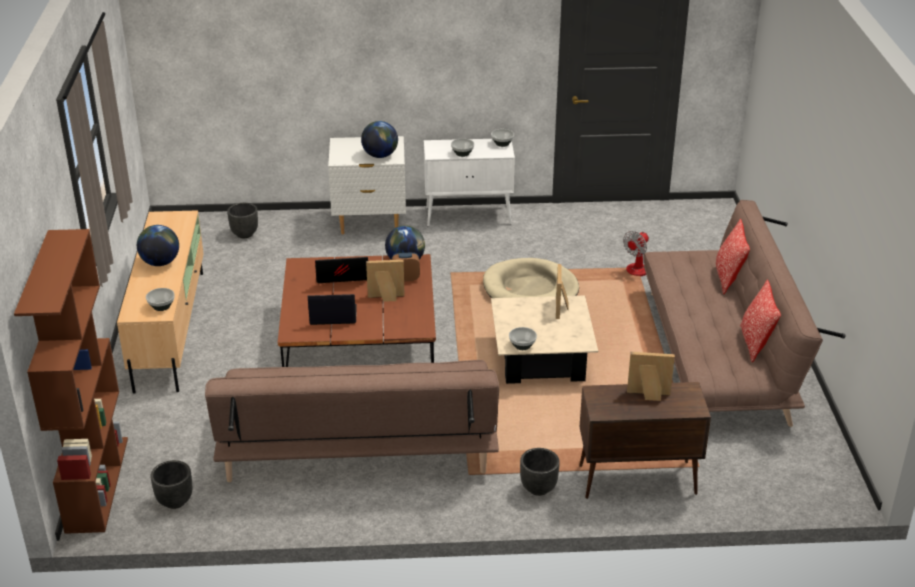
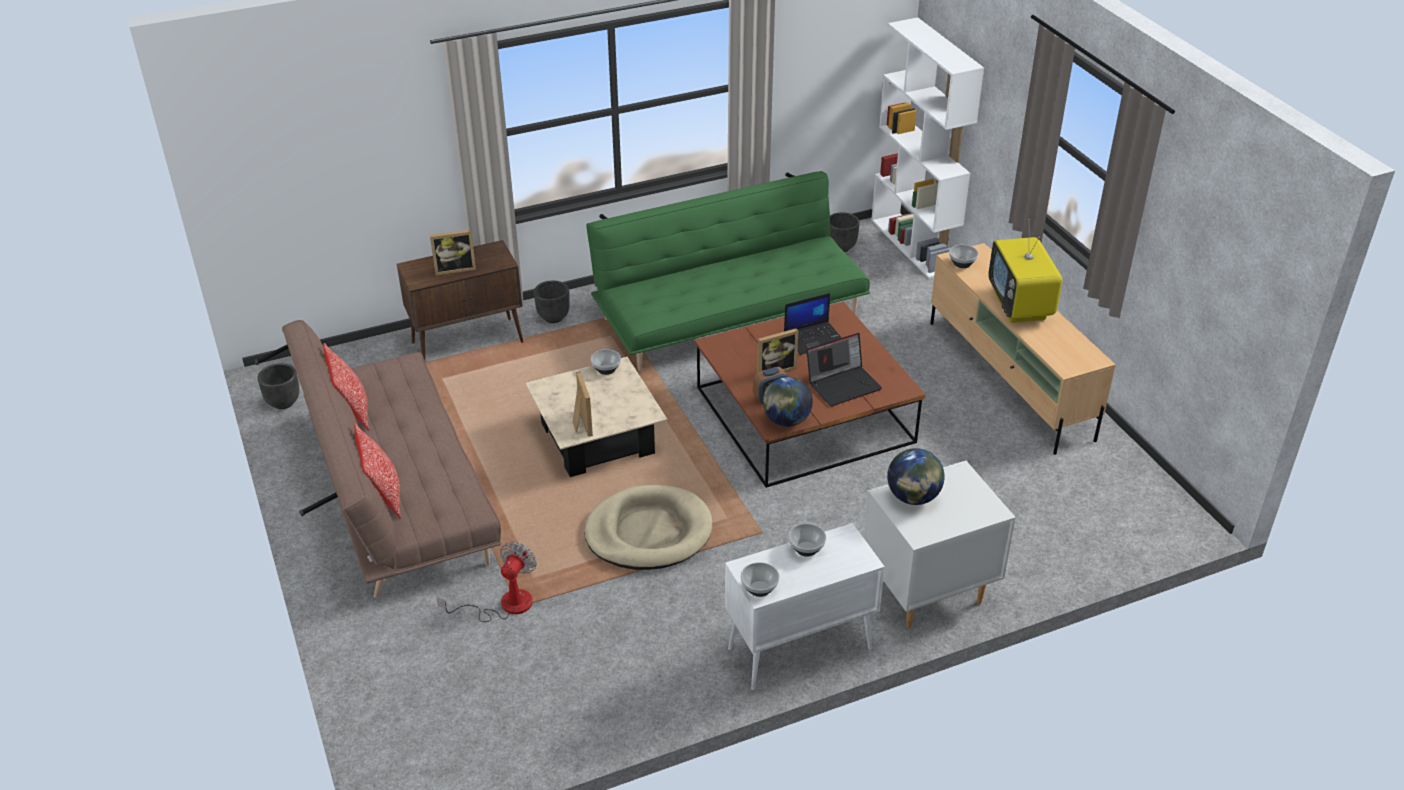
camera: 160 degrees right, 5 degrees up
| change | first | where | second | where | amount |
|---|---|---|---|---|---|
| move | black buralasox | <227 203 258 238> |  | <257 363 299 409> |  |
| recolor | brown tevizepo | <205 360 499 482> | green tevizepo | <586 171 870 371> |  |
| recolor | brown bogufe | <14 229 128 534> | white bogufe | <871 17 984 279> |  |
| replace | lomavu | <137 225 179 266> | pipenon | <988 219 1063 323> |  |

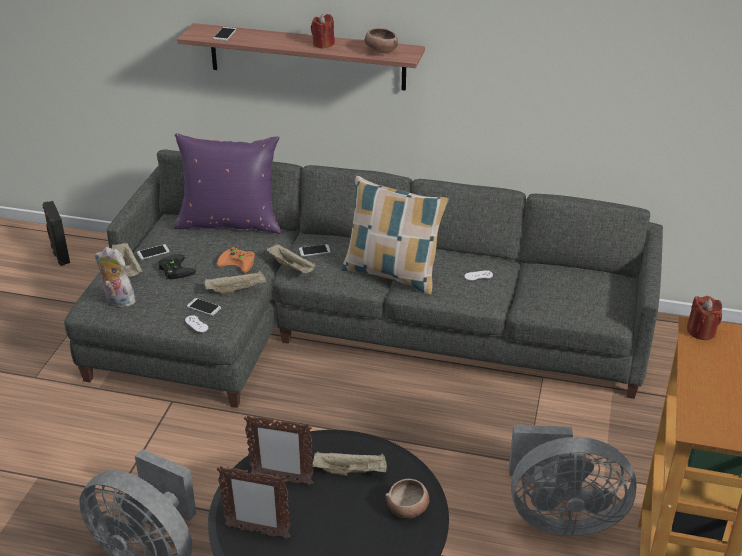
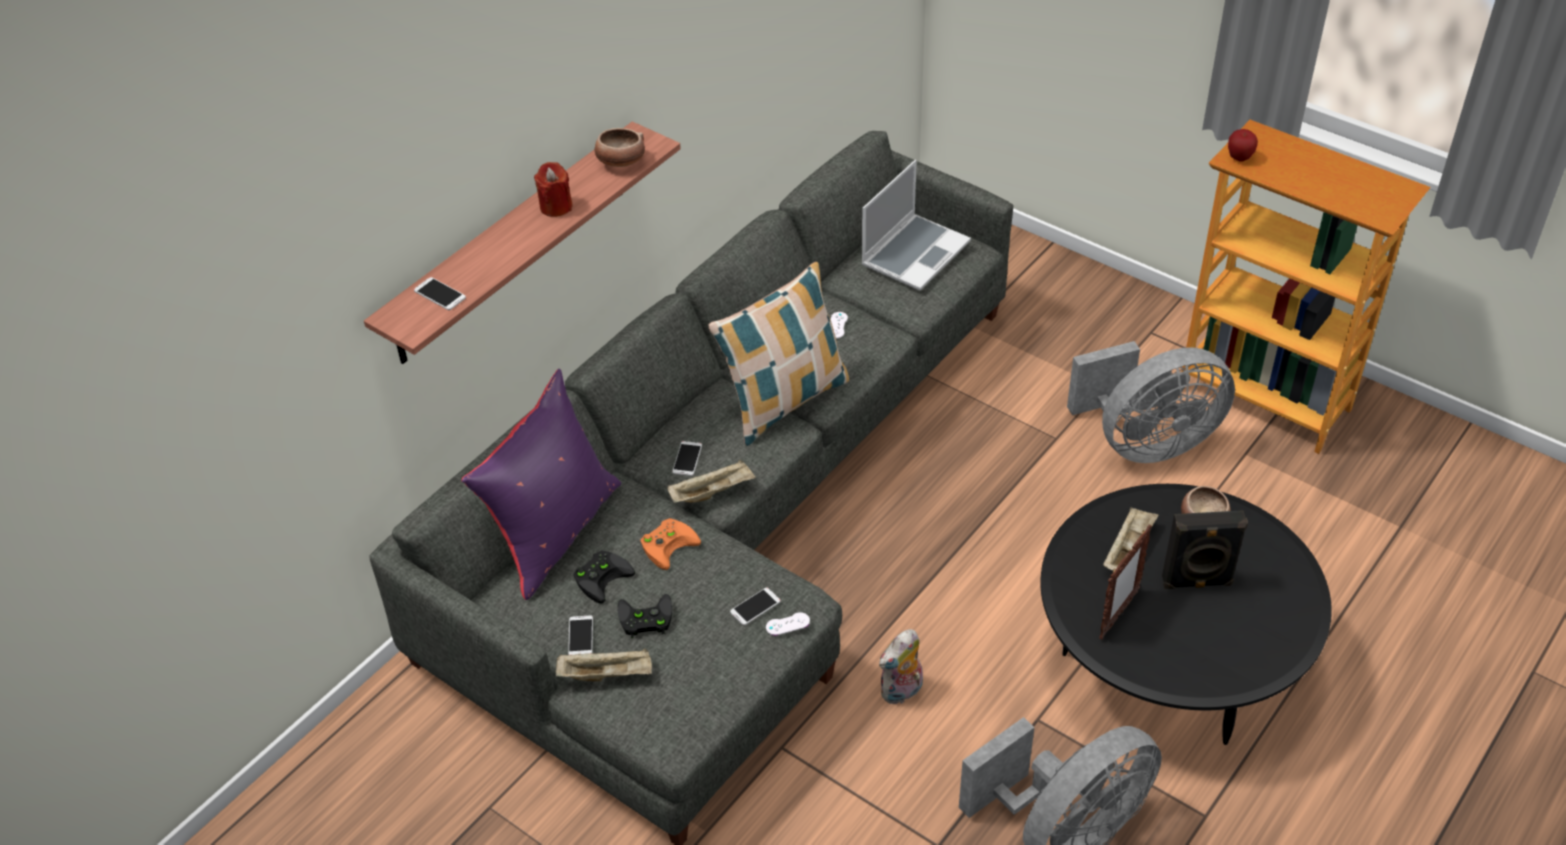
camera: 65 degrees left, 10 degrees up
| change | first | where | second | where | amount |
|---|---|---|---|---|---|
| insert |  |  | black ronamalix | <574 550 635 603> |  |
| insert |  |  | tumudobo | <861 160 971 291> |  |
| move | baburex | <95 247 136 307> |  | <879 629 923 704> |  |
| rotate | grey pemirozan | <509 425 637 536> |  | <1067 341 1235 463> | 45 degrees clockwise |
| move | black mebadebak | <42 201 70 266> |  | <1162 510 1248 589> |  |
| replace | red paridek | <687 296 722 340> | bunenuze | <1228 129 1258 162> |  |
| delete | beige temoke | <205 271 267 294> |  |  |  |
| delete | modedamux | <217 466 291 539> |  |  |  |

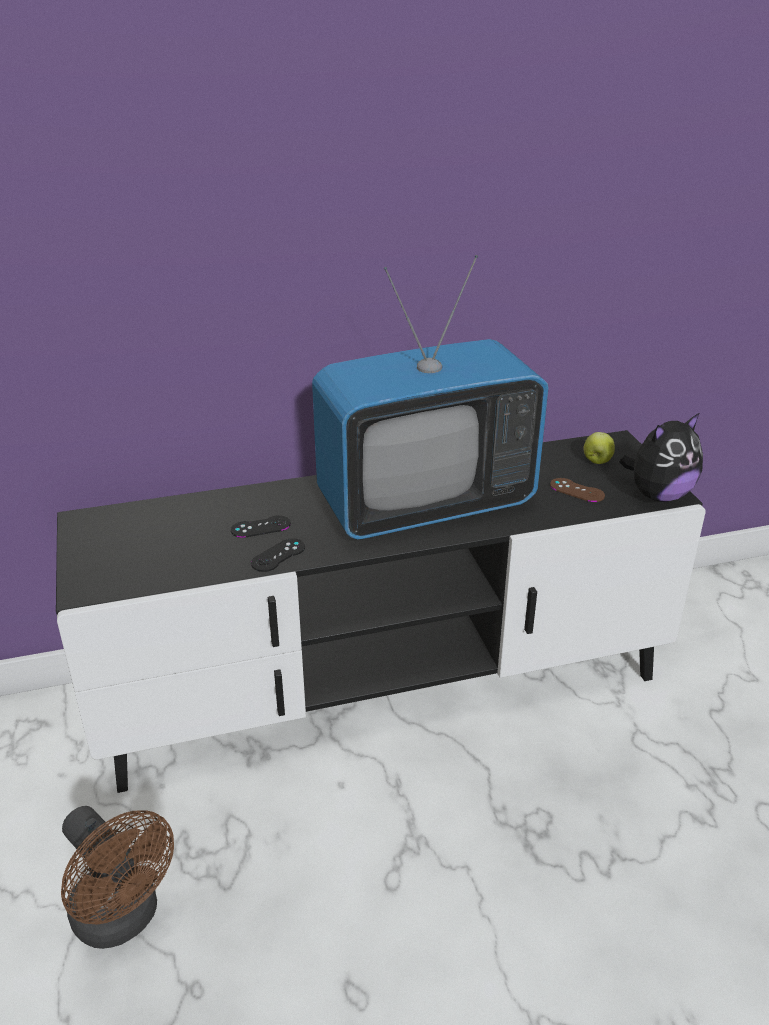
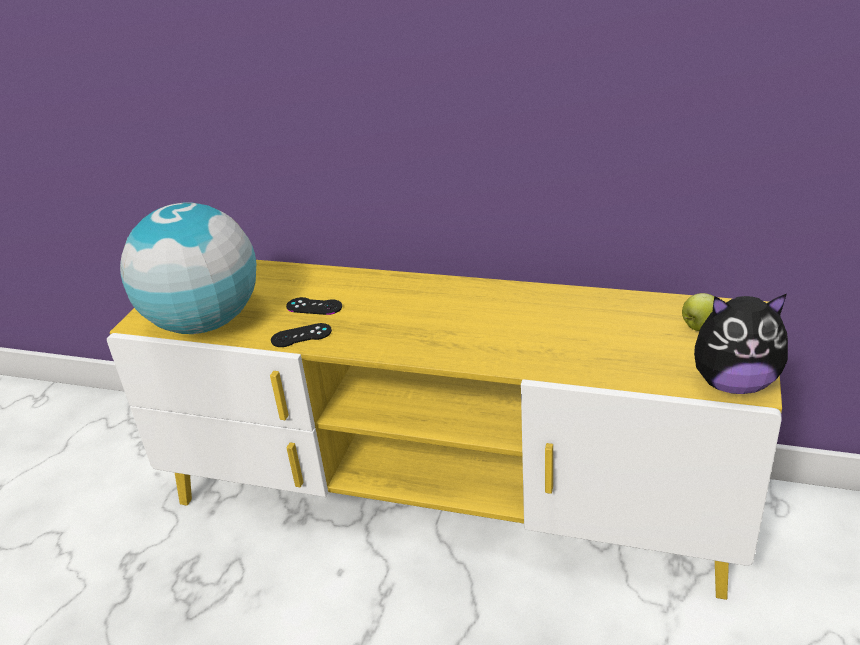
camera: 35 degrees right, 0 degrees up
| change | first | where | second | where | amount |
|---|---|---|---|---|---|
| recolor | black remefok | <56 430 706 793> | yellow remefok | <107 260 782 600> |  |
| insert |  |  | lomavu | <120 203 256 334> |  |
| delete | brown pemirozan | <61 806 174 949> |  |  |  |
| delete | pipenon | <312 255 549 540> |  |  |  |
| delete | brown ronamalix | <550 478 605 502> |  |  |  |

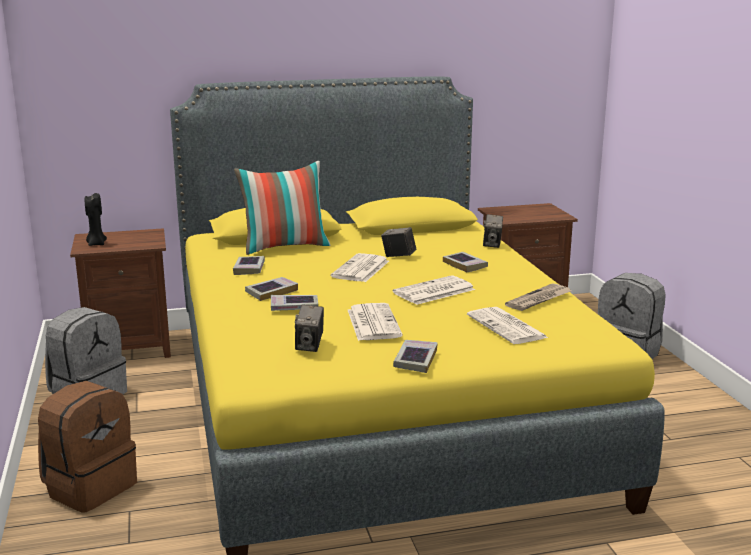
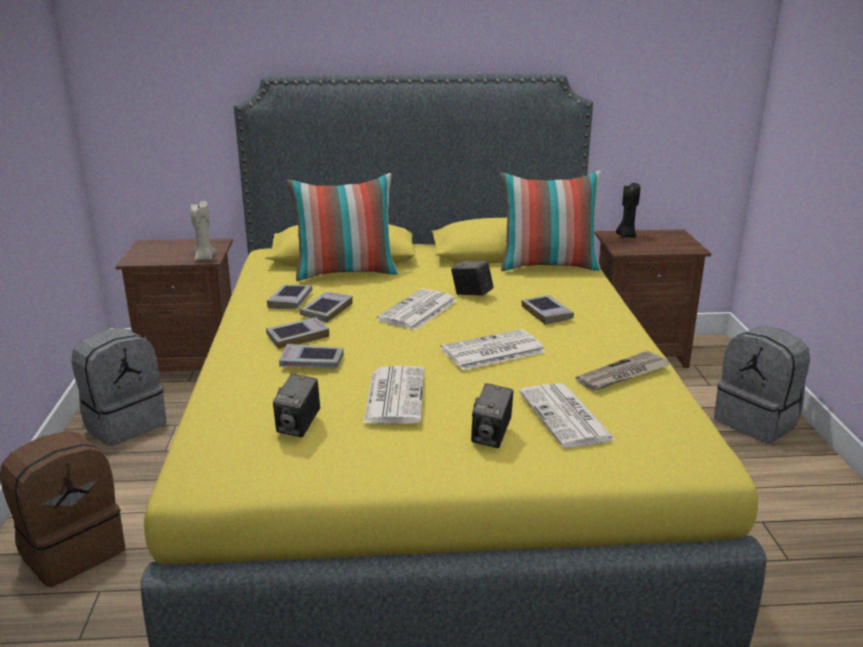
camera: 10 degrees right, 5 degrees up
| change | first | where | second | where | amount |
|---|---|---|---|---|---|
| insert |  |  | beige paridek | <190 201 216 260> |  |
| move | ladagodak | <393 340 438 373> |  | <300 292 353 322> |  |
| move | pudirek | <483 214 503 248> |  | <471 383 513 448> |  |
| insert |  |  | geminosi | <500 170 601 271> |  |
| move | black paridek | <85 193 107 246> |  | <616 183 640 238> |  |

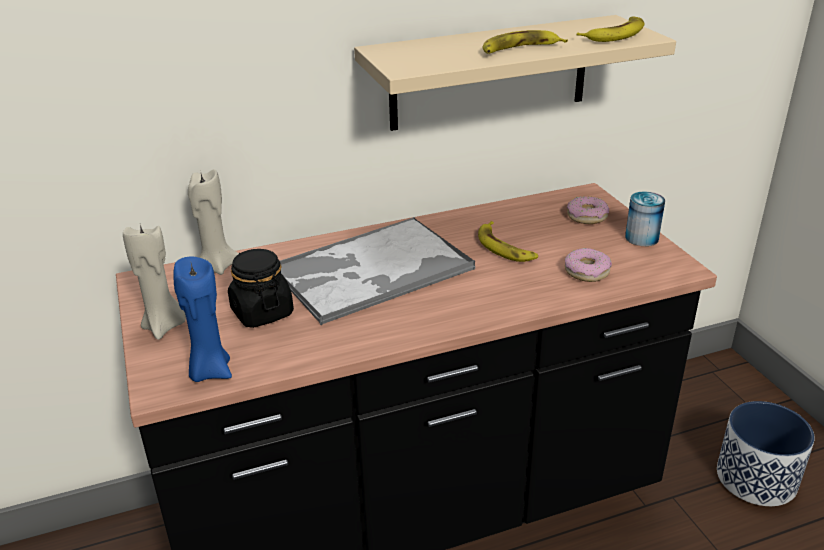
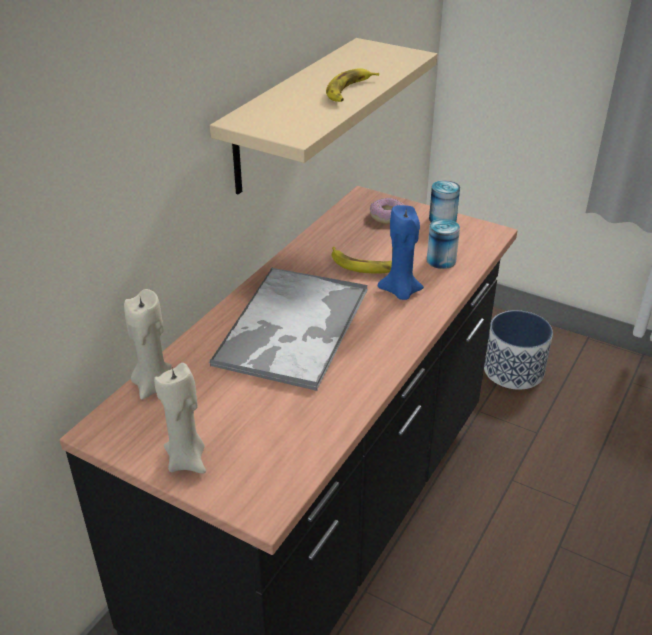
camera: 40 degrees left, 5 degrees up
| change | first | where | second | where | amount |
|---|---|---|---|---|---|
| move | blue paridek | <173 257 232 382> |  | <378 205 424 300> |  |
| replace | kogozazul | <565 248 612 282> | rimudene | <427 219 460 269> |  |
| delete | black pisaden | <228 249 294 328> |  |  |  |
| delete | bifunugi | <577 16 645 42> |  |  |  |

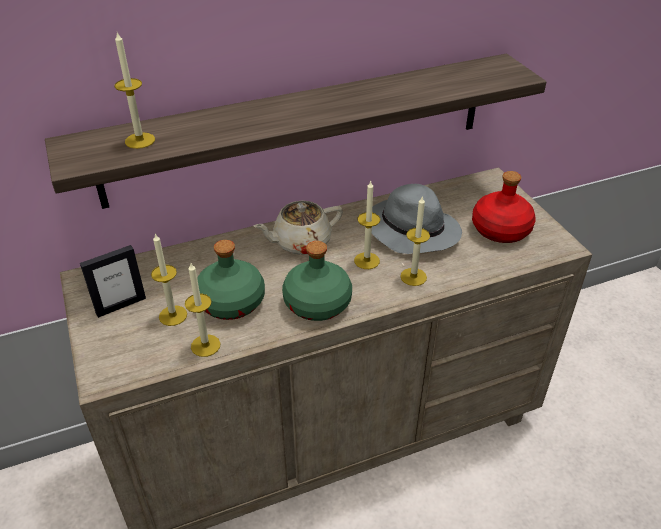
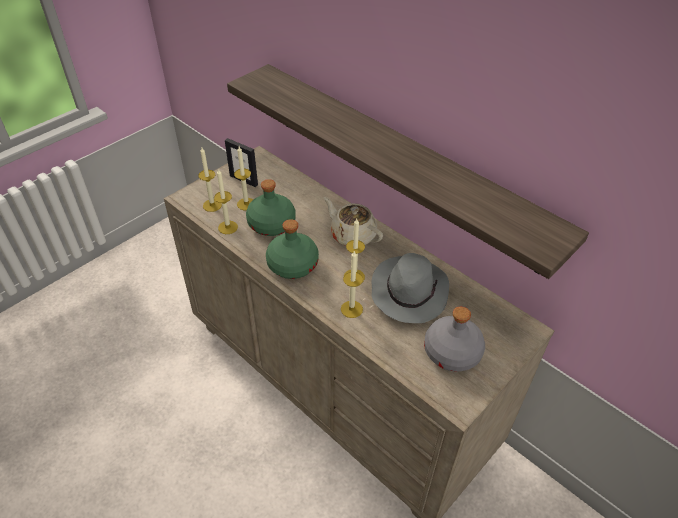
camera: 65 degrees right, 5 degrees up
| change | first | where | second | where | amount |
|---|---|---|---|---|---|
| move | paridek | <114 32 155 149> |  | <198 148 222 212> |  |
| recolor | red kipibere | <472 171 536 243> | grey kipibere | <424 307 485 372> |  |

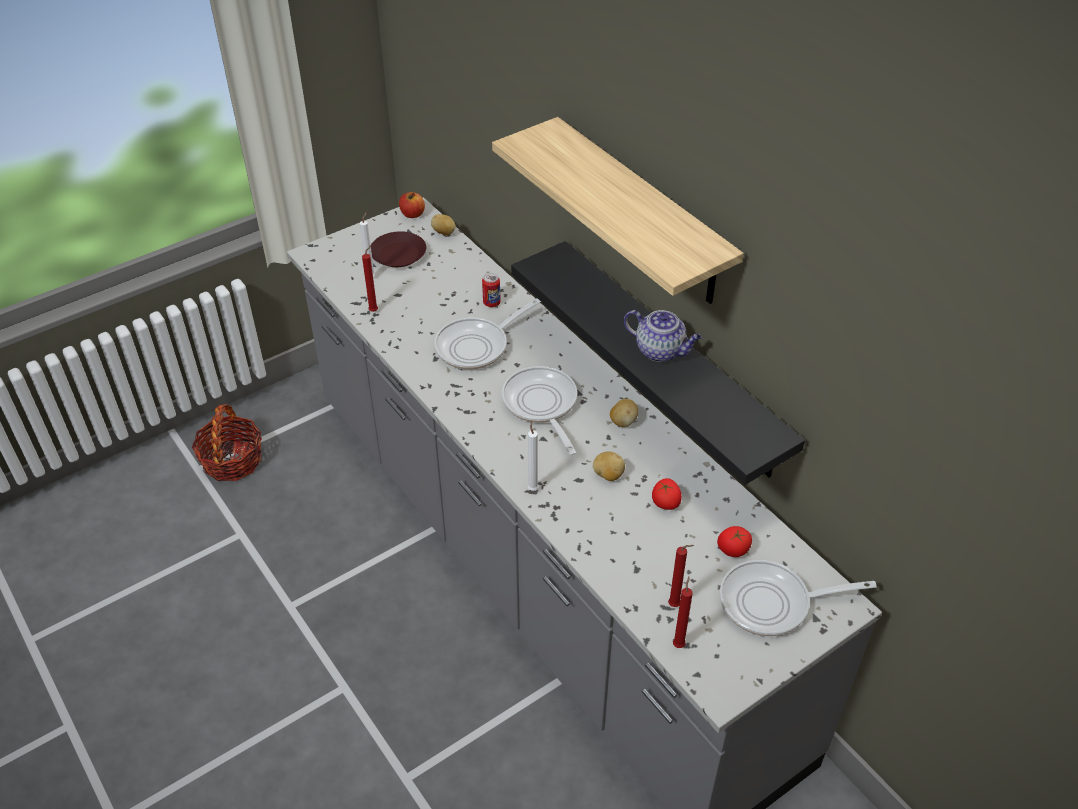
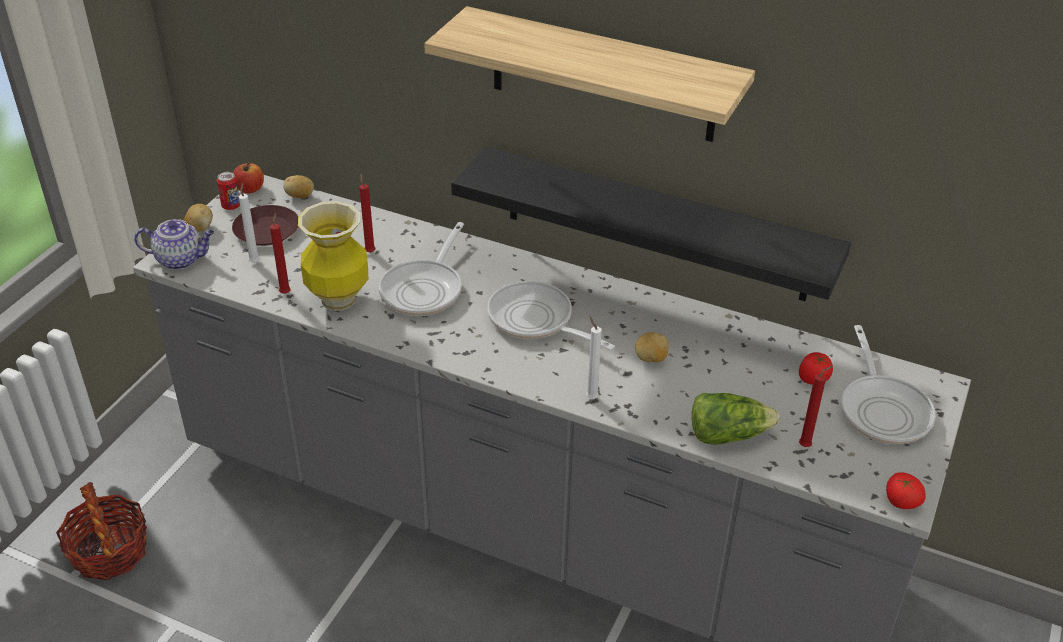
camera: 30 degrees left, 5 degrees down
| change | first | where | second | where | amount |
|---|---|---|---|---|---|
| move | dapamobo | <624 310 702 362> |  | <134 219 214 270> |  |
| move | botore | <610 399 638 427> |  | <184 204 213 232> |  |
| move | rimudene | <482 273 501 307> |  | <217 172 240 210> |  |
| insert |  |  | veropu | <298 201 368 311> |  |
| move | red paridek | <673 577 693 648> |  | <359 174 375 253> |  |
| insert |  |  | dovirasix | <692 393 780 445> |  |
| rotate | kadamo | <720 560 877 636> |  | <841 325 936 444> | 60 degrees counterclockwise |
| move | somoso | <652 478 682 510> |  | <886 472 926 509> |  |

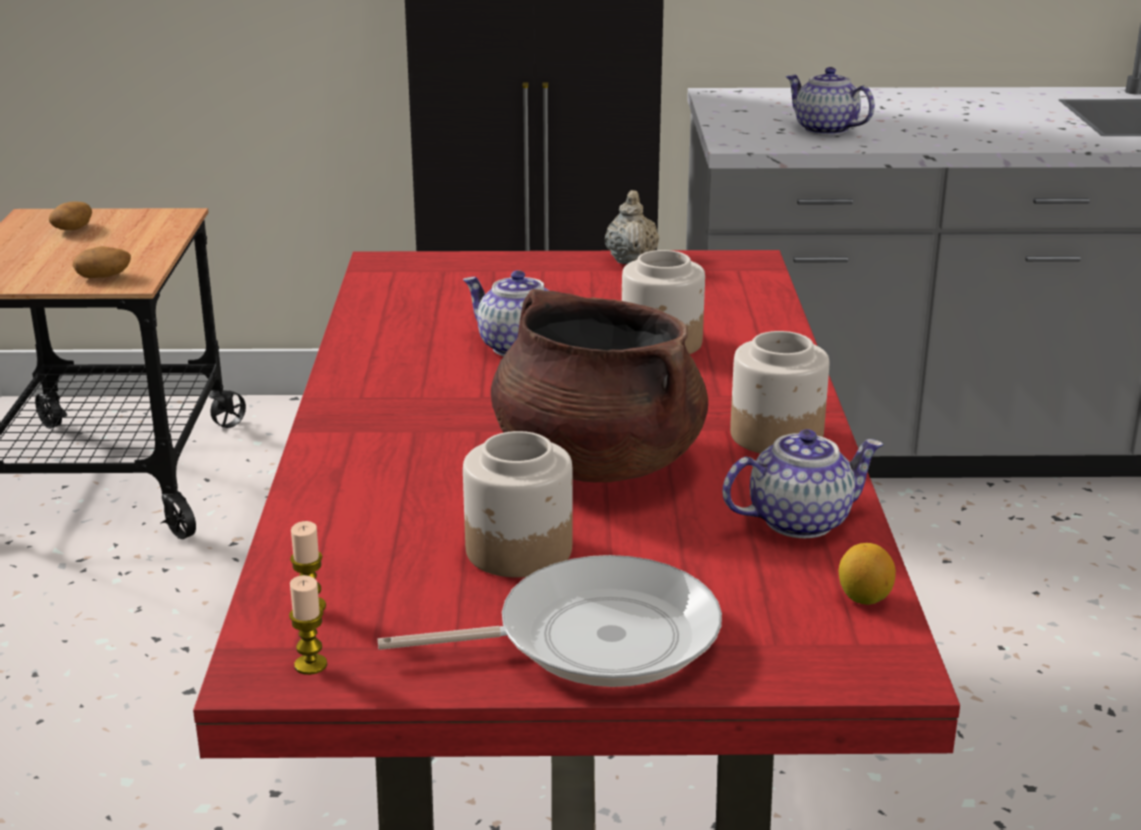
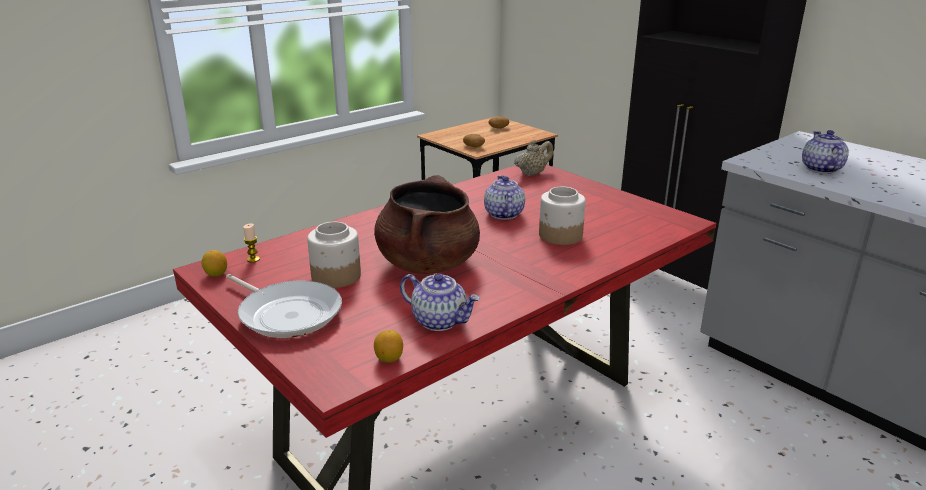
camera: 50 degrees right, 0 degrees up
| change | first | where | second | where | amount |
|---|---|---|---|---|---|
| replace | paridek | <289 575 327 675> | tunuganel | <201 250 227 277> |  |
| move | beige dapamobo | <605 190 659 264> |  | <514 140 554 176> |  |
| delete | pisaden | <730 331 829 454> |  |  |  |

